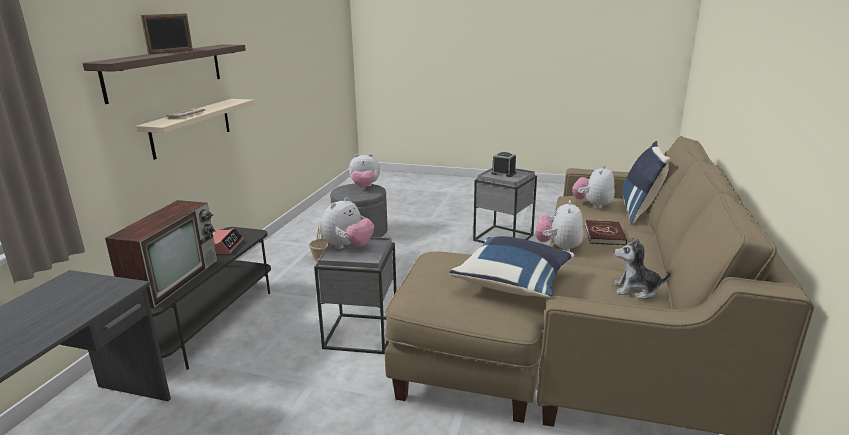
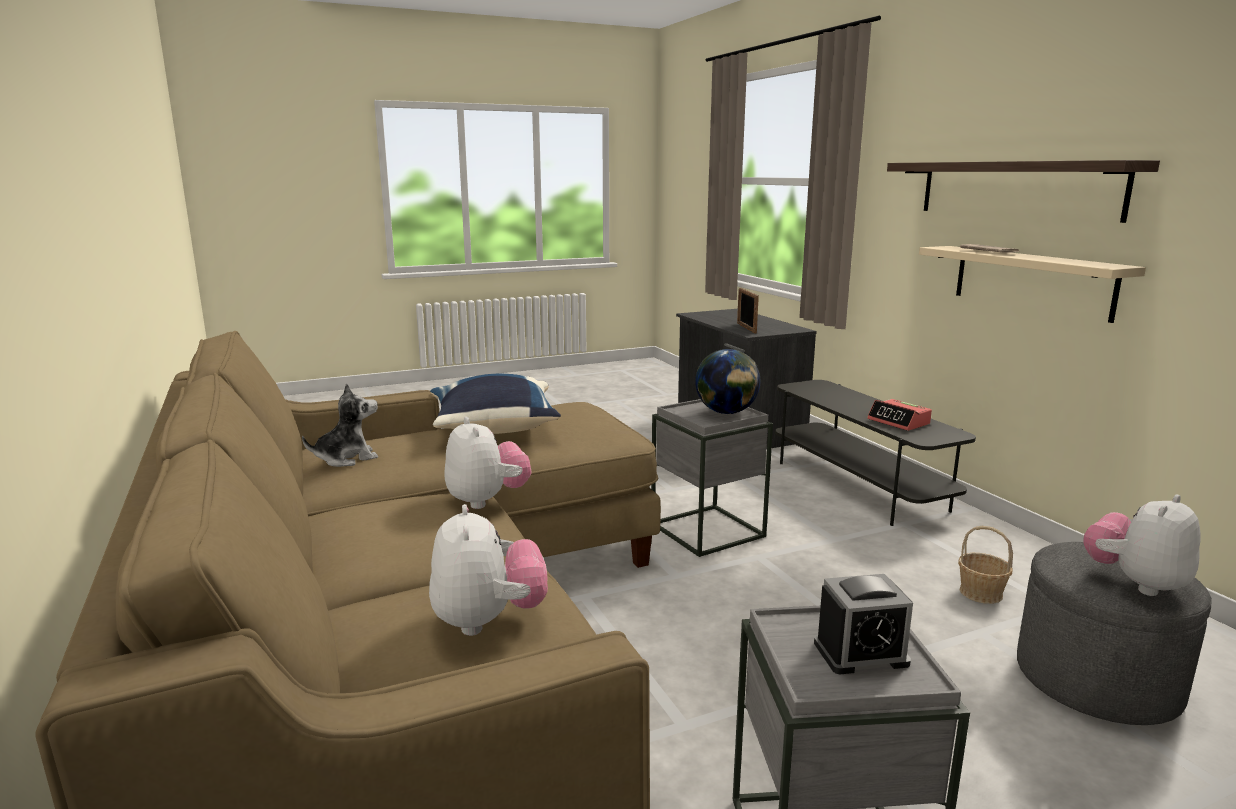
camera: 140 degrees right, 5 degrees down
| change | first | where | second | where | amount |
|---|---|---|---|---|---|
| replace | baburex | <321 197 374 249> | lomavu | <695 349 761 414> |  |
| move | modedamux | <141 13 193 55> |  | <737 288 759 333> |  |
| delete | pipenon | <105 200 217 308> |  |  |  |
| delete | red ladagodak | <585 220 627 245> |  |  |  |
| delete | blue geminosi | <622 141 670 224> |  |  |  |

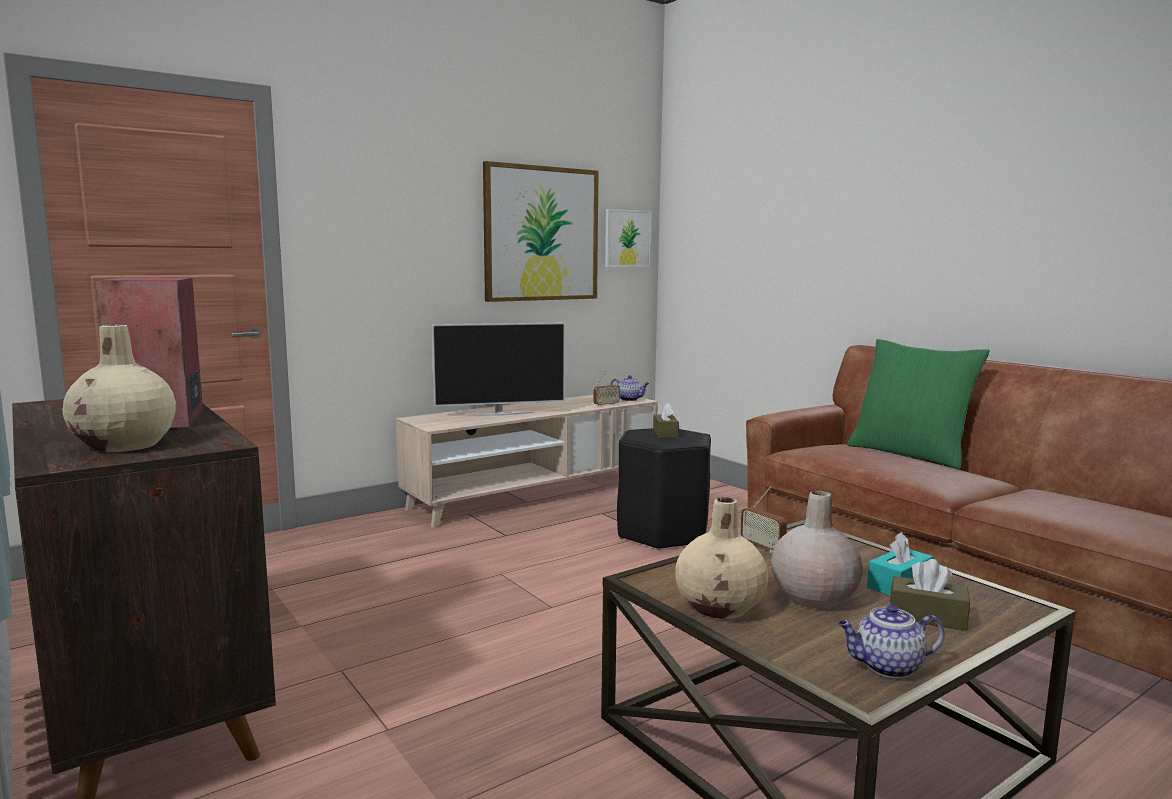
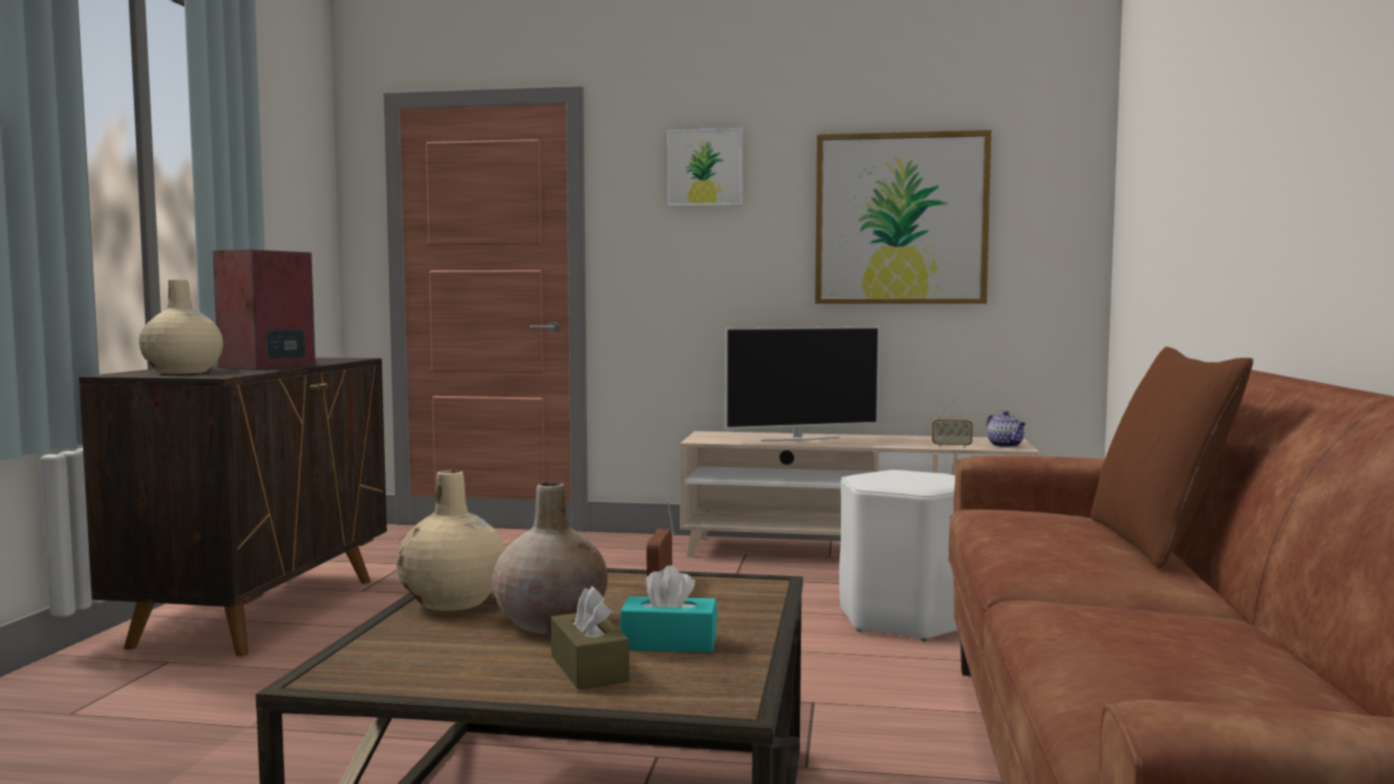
camera: 45 degrees right, 5 degrees down
| change | first | where | second | where | amount |
|---|---|---|---|---|---|
| move | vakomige | <605 209 652 267> |  | <667 128 743 207> |  |
| rotate | pipenon | <432 322 565 416> |  | <725 326 880 441> | 45 degrees counterclockwise |
| recolor | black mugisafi | <617 428 711 550> | white mugisafi | <839 470 958 642> |  |
| recolor | green geminosi | <847 339 990 469> | brown geminosi | <1090 347 1253 568> |  |
| delete | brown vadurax | <653 403 679 438> |  |  |  |
| delete | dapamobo | <838 604 945 678> |  |  |  |

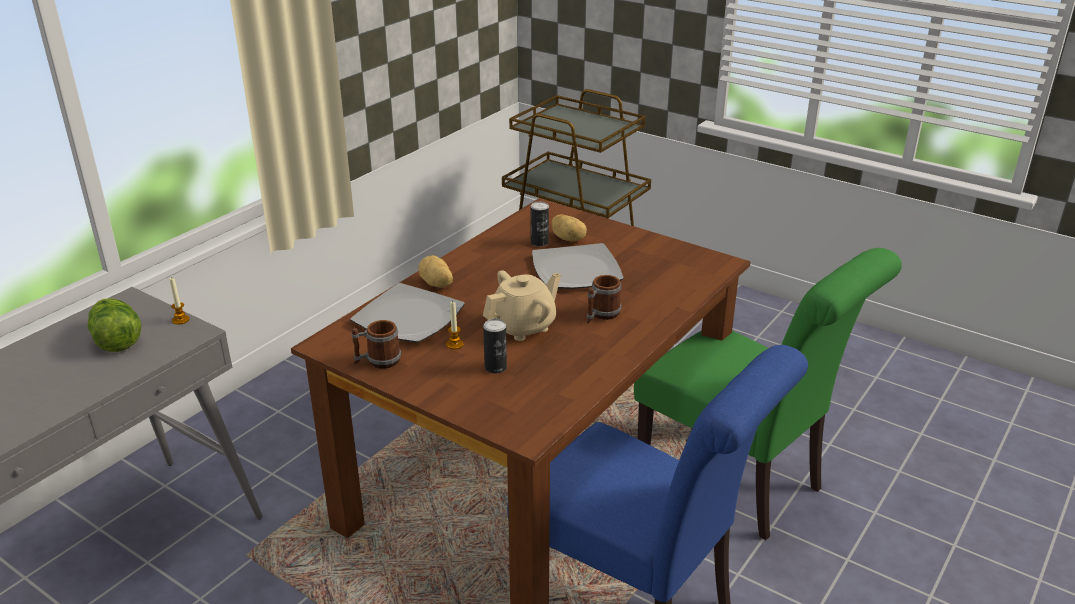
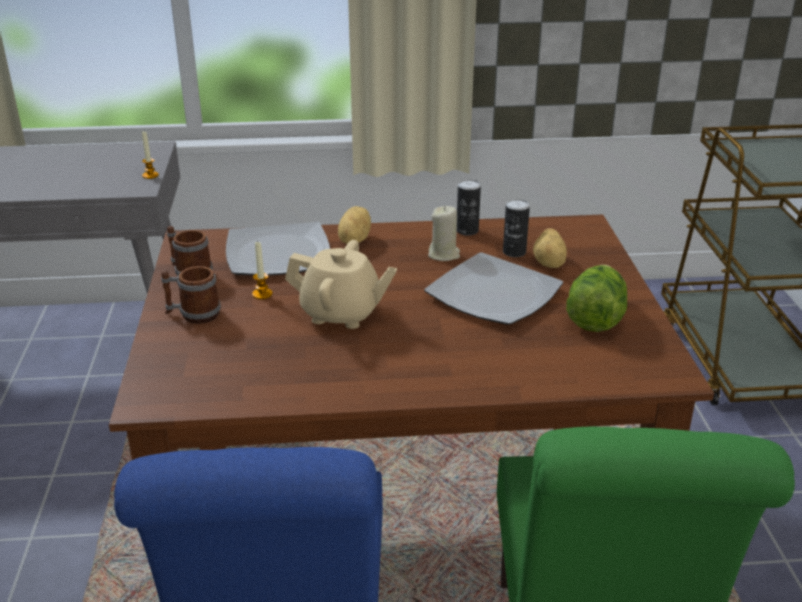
camera: 50 degrees right, 0 degrees up
| change | first | where | second | where | amount |
|---|---|---|---|---|---|
| move | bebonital | <587 275 621 323> |  | <161 266 221 324> |  |
| insert |  |  | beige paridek | <428 206 460 261> |  |
| move | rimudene | <483 319 507 374> |  | <457 179 481 236> |  |
| move | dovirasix | <88 298 141 352> |  | <566 265 627 332> |  |

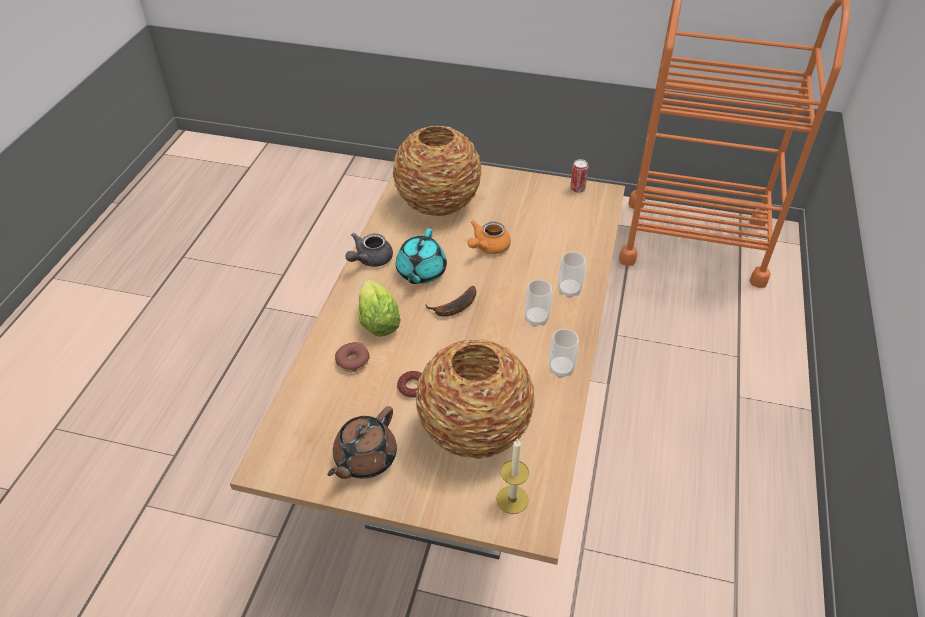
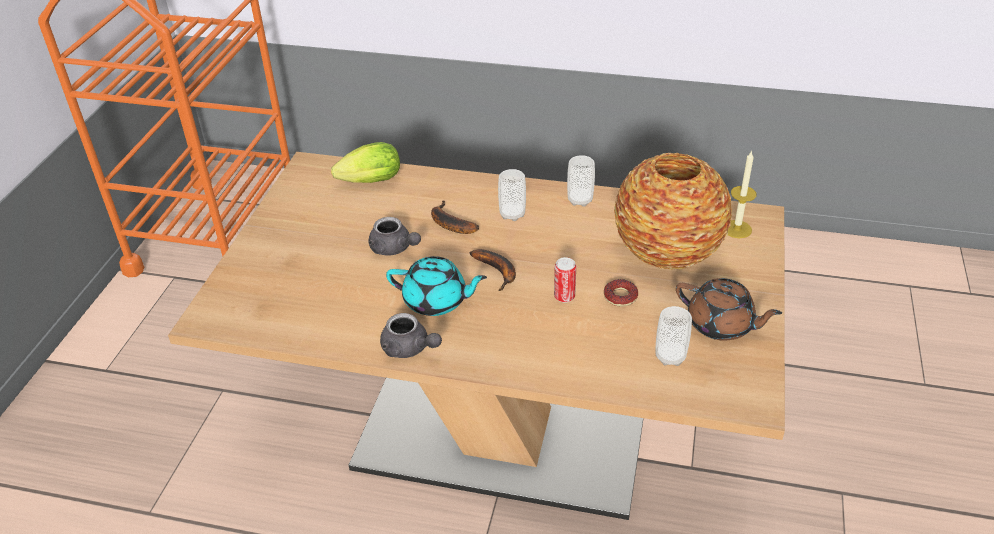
camera: 90 degrees left, 5 degrees down
| change | first | where | second | where | amount |
|---|---|---|---|---|---|
| move | dovirasix | <358 280 401 337> |  | <331 142 400 183> |  |
| recolor | orange dapamobo | <467 220 511 254> | grey dapamobo | <368 217 421 256> |  |
| insert |  |  | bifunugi | <431 200 479 234> |  |
| move | rimudene | <570 159 588 193> |  | <554 257 576 303> |  |
| move | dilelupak | <558 252 586 298> |  | <655 306 692 366> |  |
| delete | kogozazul | <335 342 370 372> |  |  |  |
| delete | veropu | <393 126 482 216> |  |  |  |

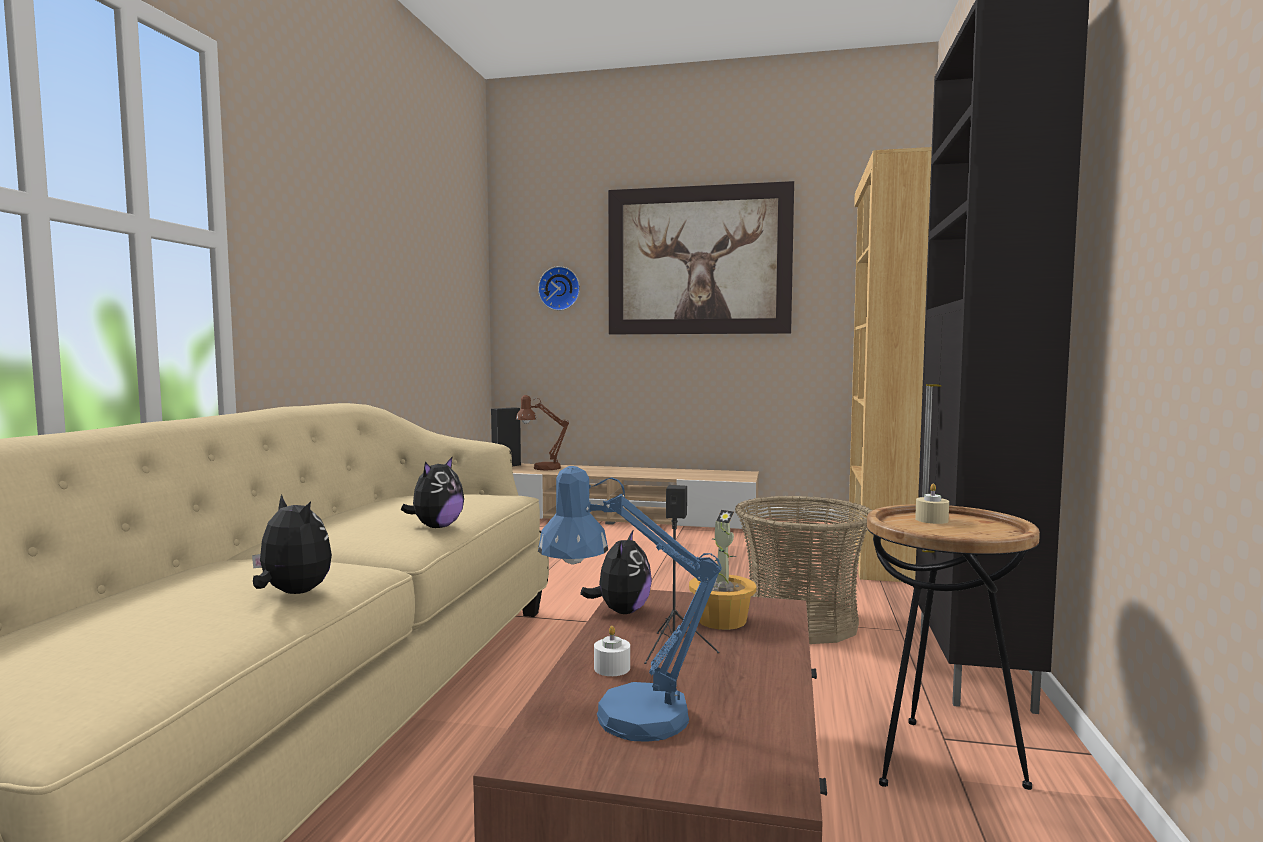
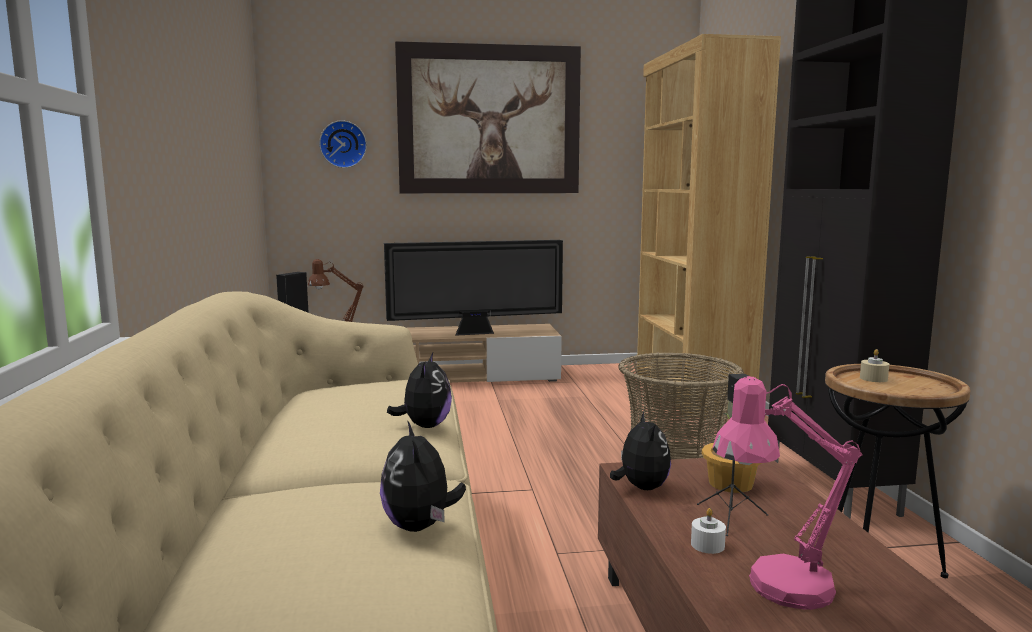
camera: 20 degrees left, 5 degrees up
| change | first | where | second | where | amount |
|---|---|---|---|---|---|
| rotate | baburex | <252 495 332 594> |  | <380 420 466 532> | 120 degrees counterclockwise |
| insert |  |  | pipenon | <384 240 563 336> |  |
| recolor | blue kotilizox | <538 466 722 742> | pink kotilizox | <713 376 862 610> |  |

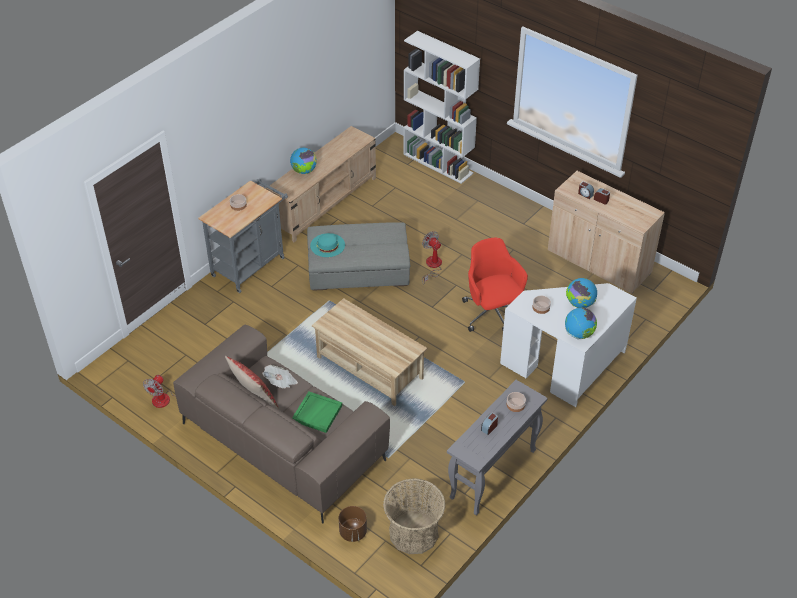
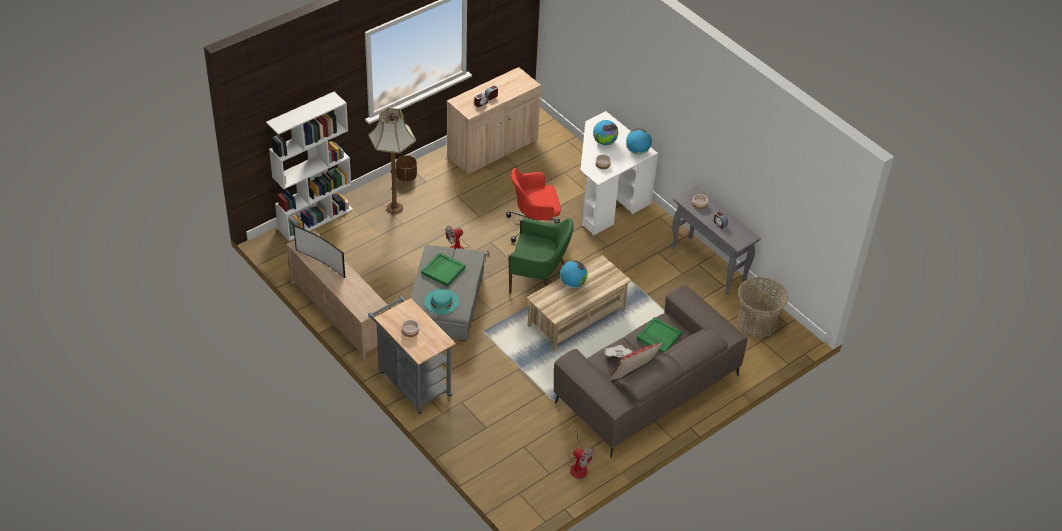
camera: 80 degrees left, 0 degrees up
| change | first | where | second | where | amount |
|---|---|---|---|---|---|
| insert |  |  | pipenon | <293 225 345 278> |  |
| insert |  |  | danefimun | <368 108 416 214> |  |
| move | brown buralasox | <339 506 367 542> |  | <396 155 417 181> |  |
| insert |  |  | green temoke | <421 252 466 287> |  |
| insert |  |  | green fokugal | <508 217 573 294> |  |
| move | lomavu | <290 148 317 174> |  | <560 260 588 288> |  |

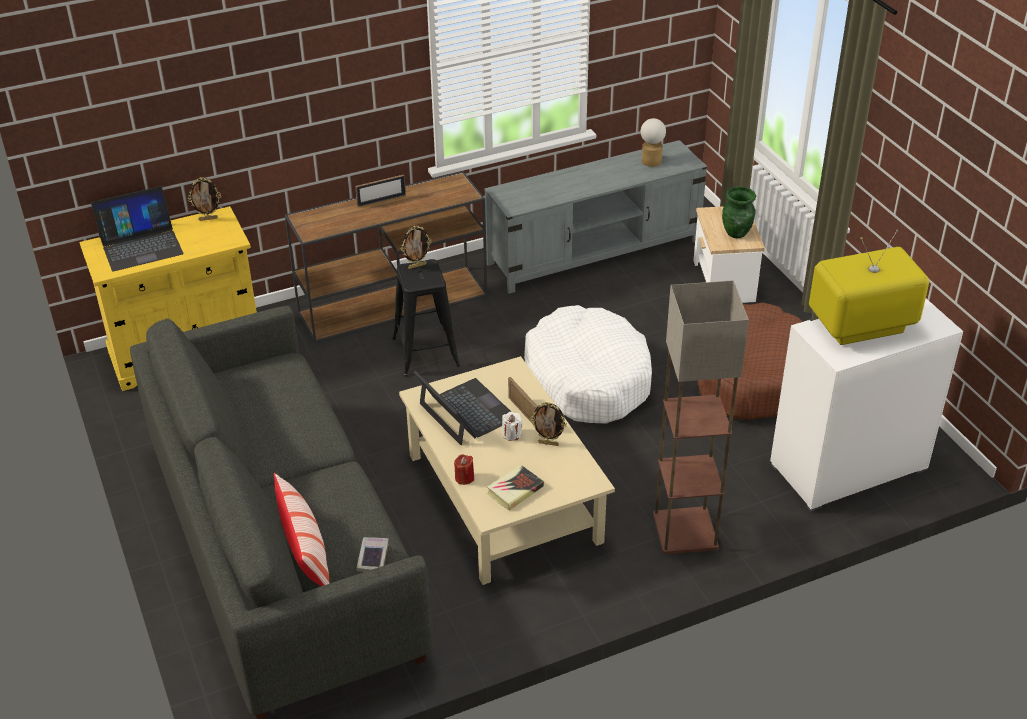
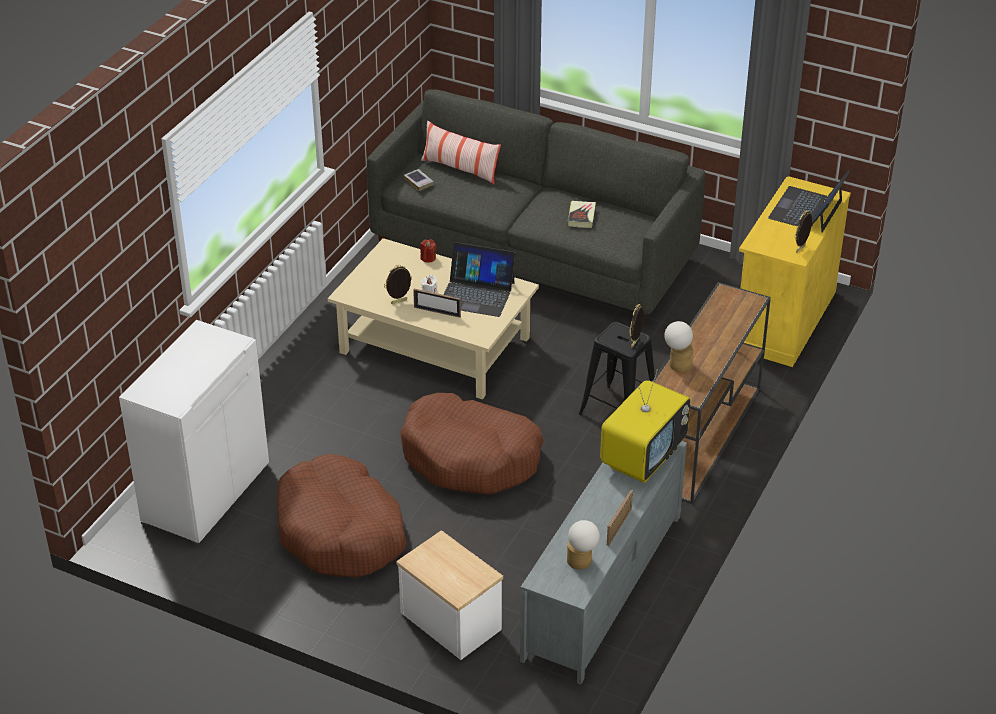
camera: 140 degrees right, 0 degrees up
| change | first | where | second | where | amount |
|---|---|---|---|---|---|
| recolor | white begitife | <524 305 652 424> | brown begitife | <400 393 543 494> |  |
| move | ladagodak | <487 465 544 511> |  | <568 201 596 228> |  |
| move | pipenon | <809 230 929 345> |  | <600 369 690 483> |  |
| move | modedamux | <355 174 406 207> |  | <607 490 633 546> |  |
| insert |  |  | kotilizox | <664 321 693 372> |  |
| delete | danefimun | <653 280 749 555> |  |  |  |
| delete | green veropu | <722 186 756 238> |  |  |  |

